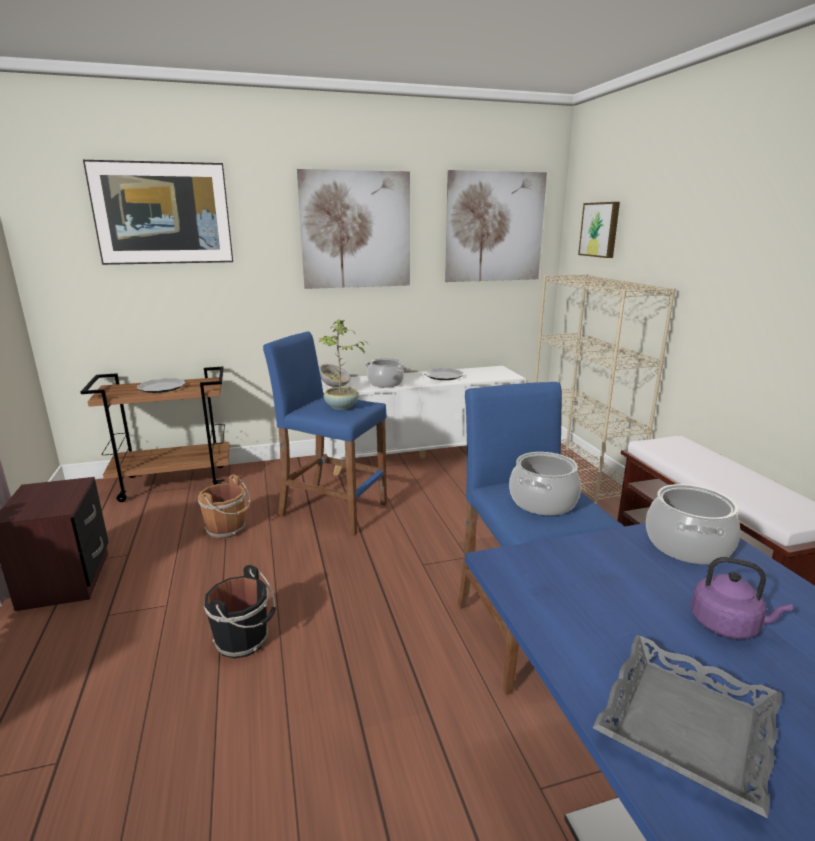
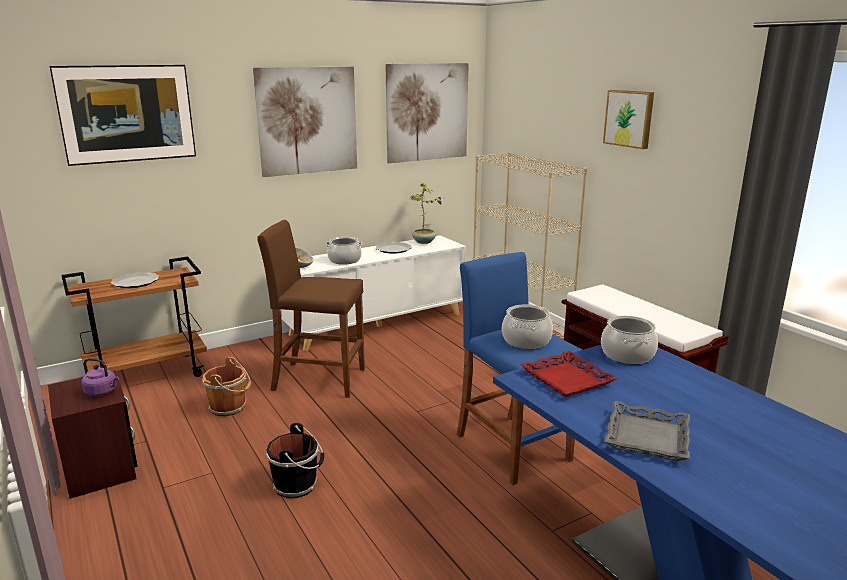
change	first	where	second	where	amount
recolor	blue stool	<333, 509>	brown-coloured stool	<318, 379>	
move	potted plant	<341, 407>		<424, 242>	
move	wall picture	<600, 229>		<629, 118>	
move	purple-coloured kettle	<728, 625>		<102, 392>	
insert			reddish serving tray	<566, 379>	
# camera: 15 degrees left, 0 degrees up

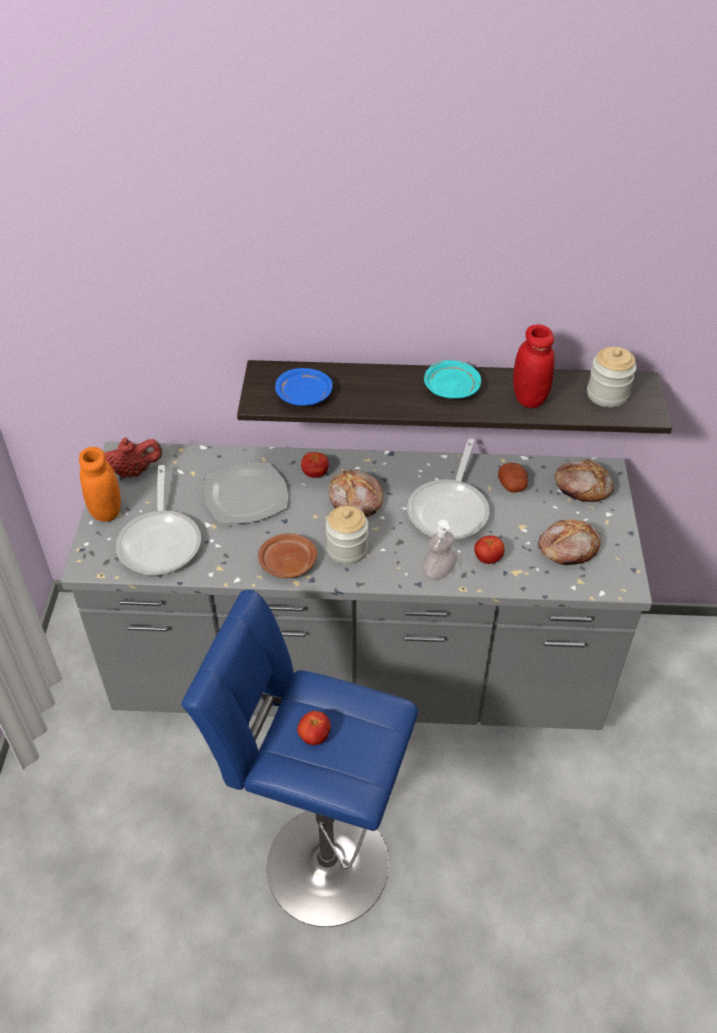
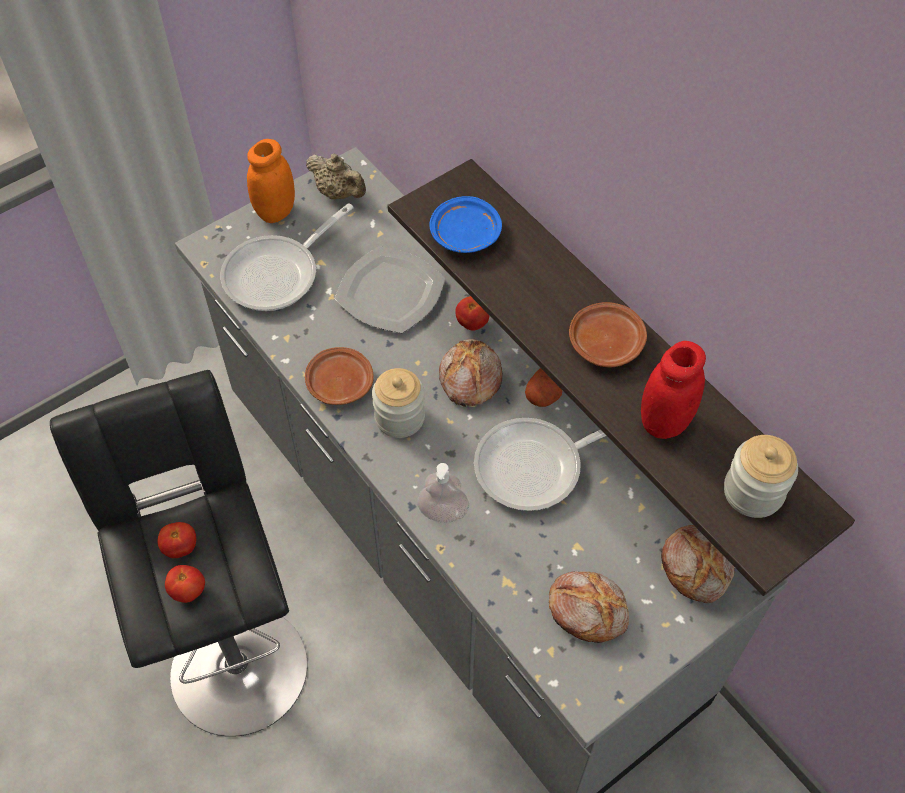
change	first	where	second	where	amount
recolor	reddish tea pot	<133, 472>	beige tea pot	<338, 193>	
recolor	blue stool	<318, 862>	blackish stool	<235, 660>	
recolor	turquoise-coloured dinner plate	<451, 388>	brown-coloured dinner plate	<606, 342>	
move	whole tomato	<488, 558>		<188, 591>	
move	whole potato	<512, 486>		<543, 396>	
# camera: 50 degrees right, 10 degrees up

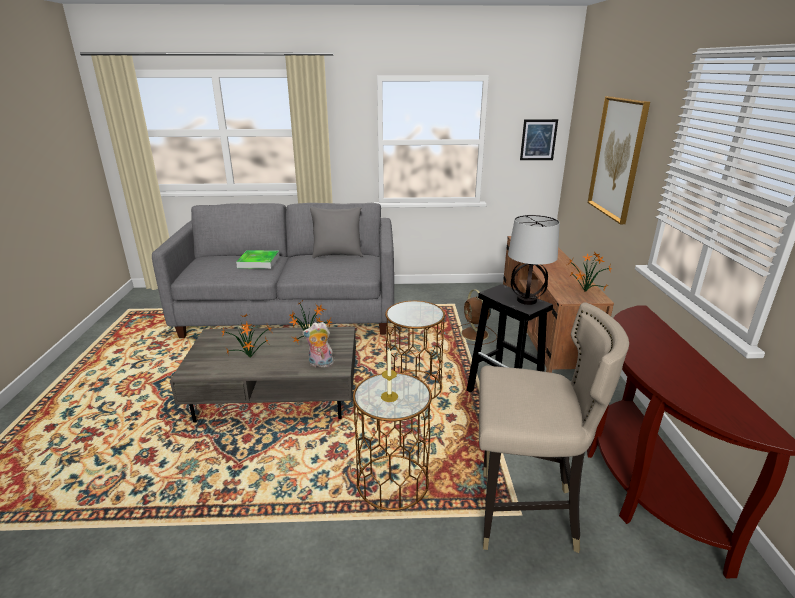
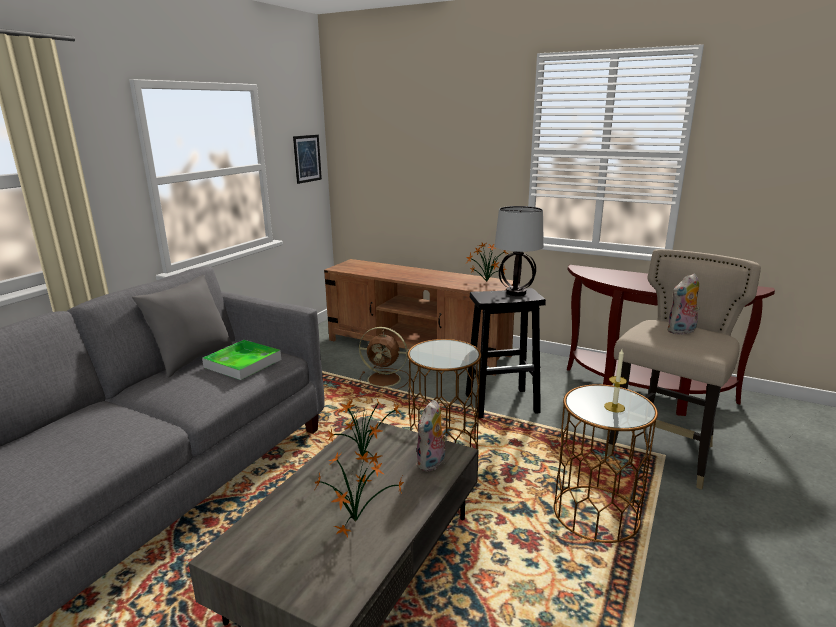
change	first	where	second	where	amount
move	serving tray	<259, 262>		<243, 363>	
delete	wall picture	<617, 158>			
insert			cuddly toy	<681, 331>	
# camera: 60 degrees left, 5 degrees down

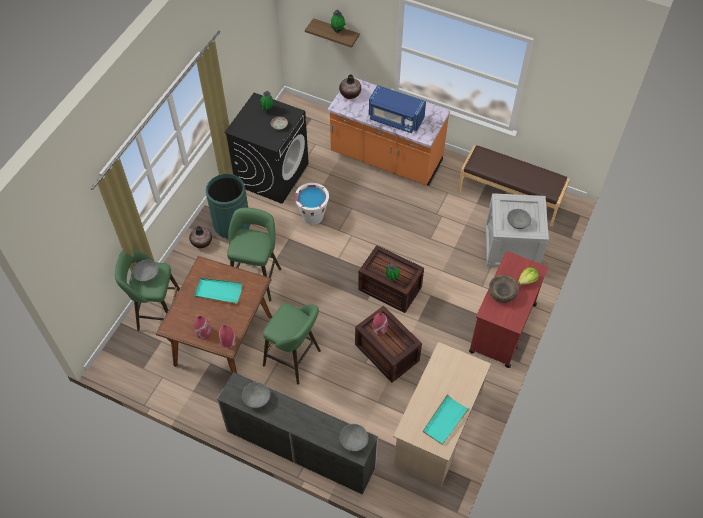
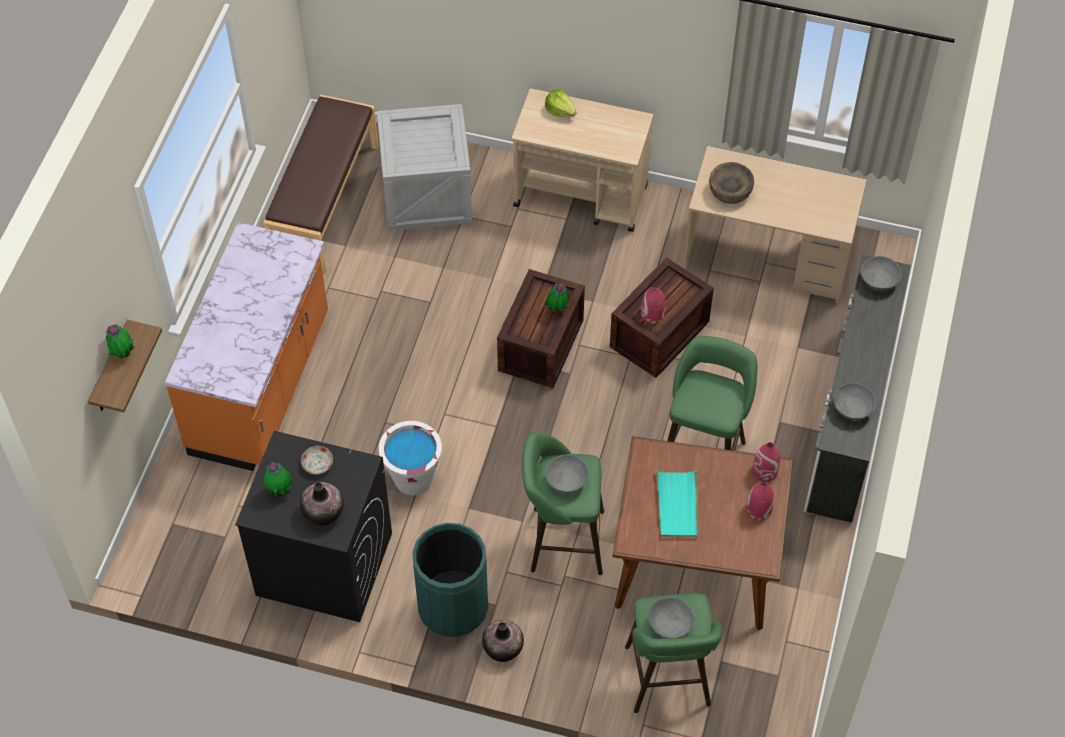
change	first	where	second	where	amount
move	flower vase	<350, 94>		<323, 512>	
delete	blue kitchen microwave	<395, 119>			
delete	turquoise-coloured serving tray	<445, 420>			
recolor	reddish trolley	<502, 328>	beige trolley	<582, 196>	
move	brown-coloured bowl	<502, 293>		<730, 191>	
move	grey bowl	<517, 223>		<567, 481>	
# camera: 100 degrees left, 0 degrees up

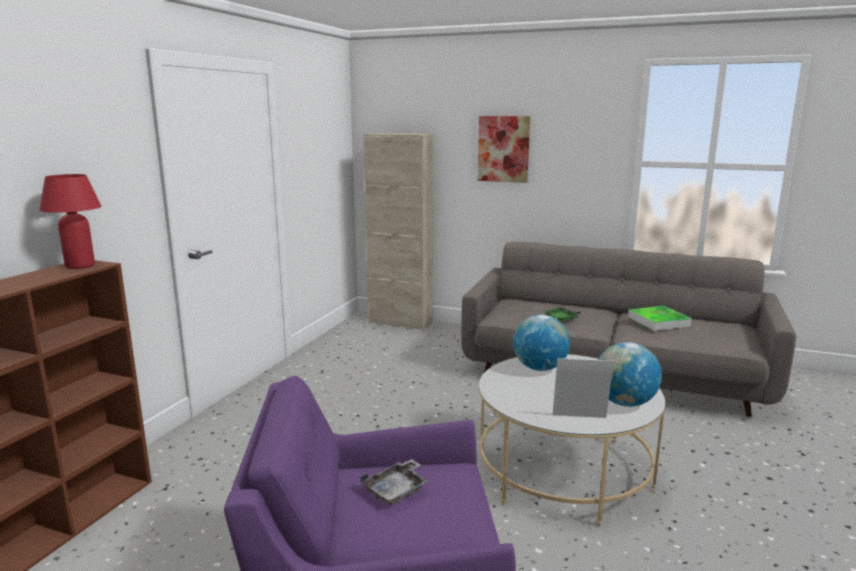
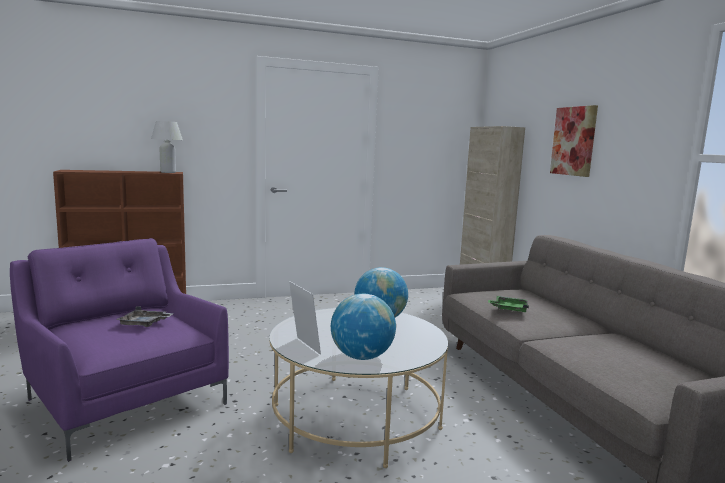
change	first	where	second	where	amount
recolor	reddish tabletop lamp	<80, 266>	whitish tabletop lamp	<168, 172>	
delete	serving tray	<658, 321>			
# camera: 50 degrees right, 5 degrees down

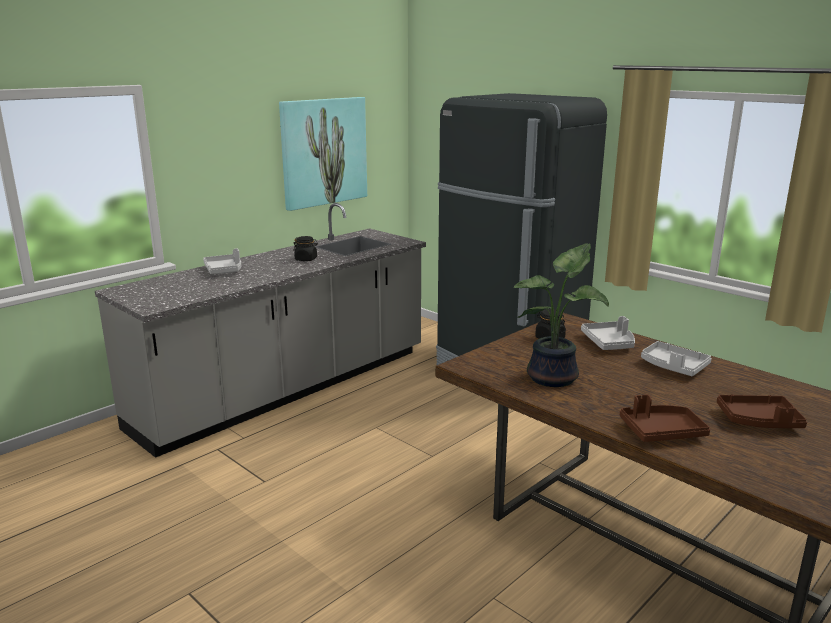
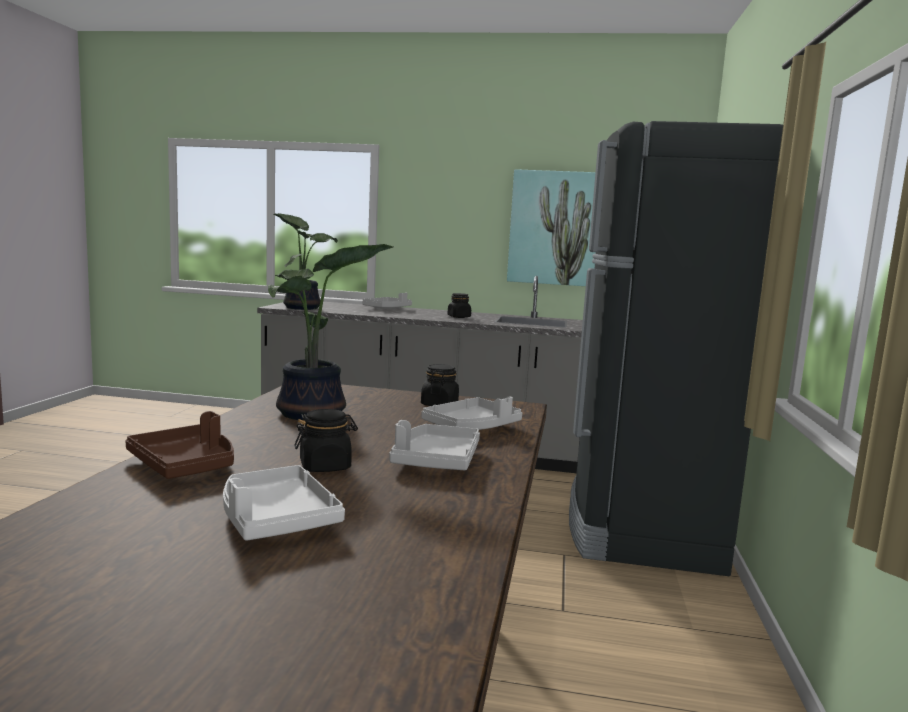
change	first	where	second	where	amount
recolor	brown-coloured serving tray	<759, 421>	whitish serving tray	<275, 519>	
insert			potted plant	<302, 307>	
insert			blackish storage jar	<325, 466>	
# camera: 55 degrees right, 10 degrees down

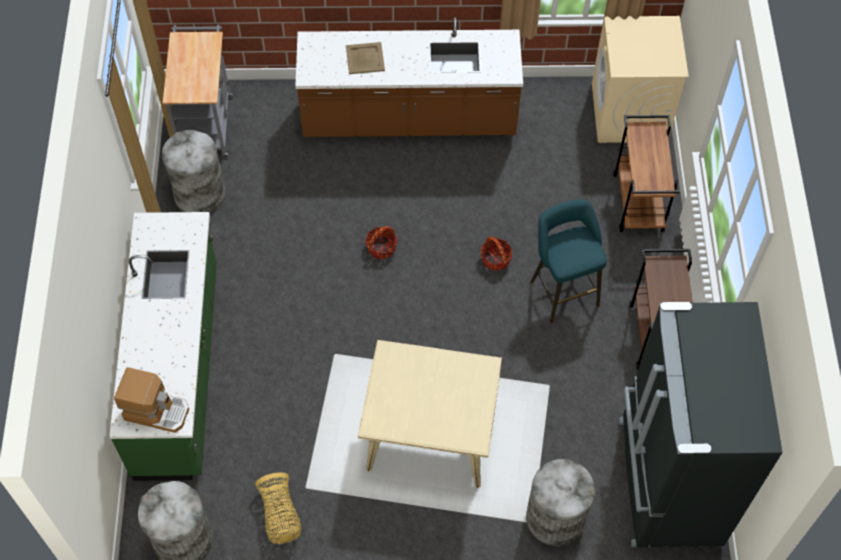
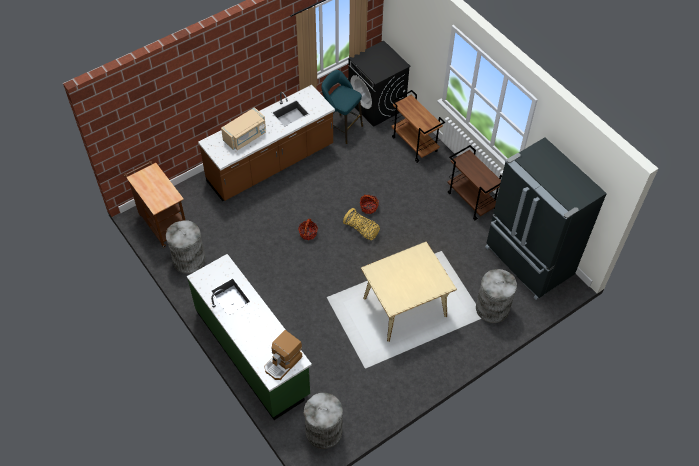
change	first	where	second	where	amount
rotate	coffee machine	<157, 410>		<283, 363>	150 degrees clockwise
recolor	grey trolley	<206, 121>	brown-coloured trolley	<162, 222>	
move	household basket	<280, 515>		<362, 230>	
replace	beige serving tray	<365, 58>	beige kitchen microwave	<245, 136>	
move	turquoise-coloured stool	<563, 290>		<341, 128>	
recolor	beige laundry machine	<629, 113>	blackish laundry machine	<377, 105>	
# camera: 35 degrees left, 5 degrees down

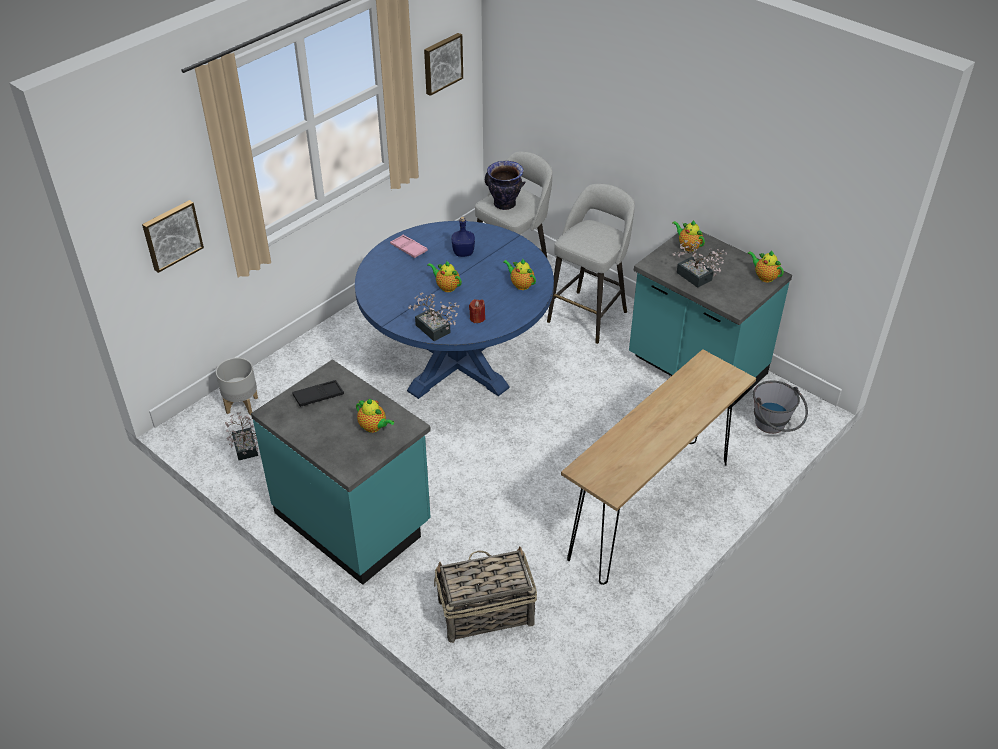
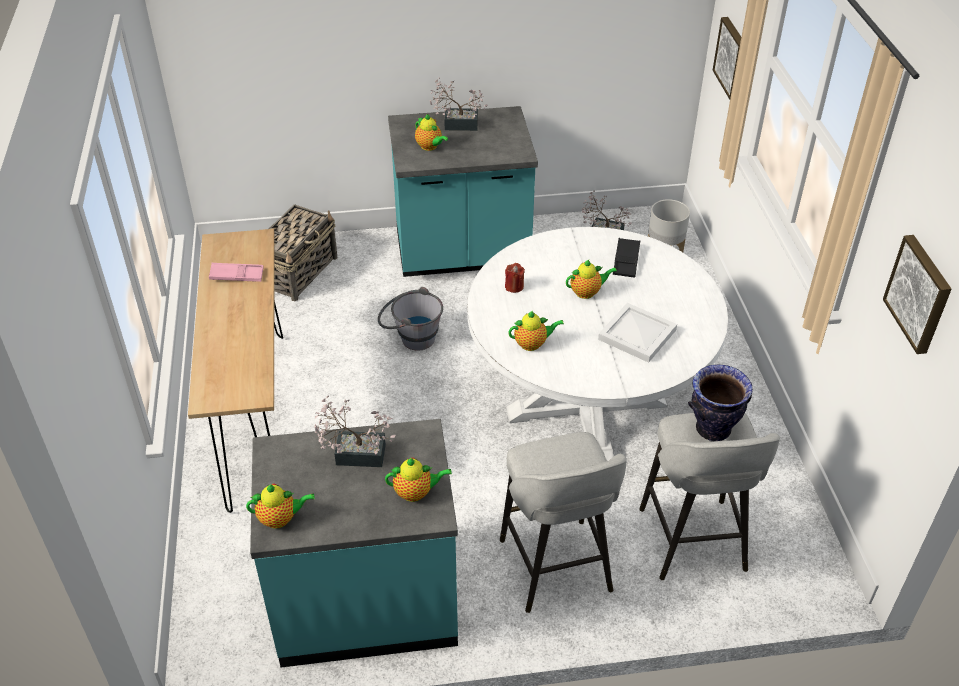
change	first	where	second	where	amount
move	blackish serving tray	<318, 396>		<626, 261>	
recolor	blue dining table	<457, 362>	whitish dining table	<586, 407>	
rotate	tea pot	<374, 427>		<430, 147>	120 degrees counterclockwise
move	pinkish serving tray	<408, 249>		<237, 275>	
move	potted plant	<435, 331>		<456, 124>	
replace	blue drink bottle	<463, 253>	whitish serving tray	<637, 334>	
move	grey pail	<774, 427>		<411, 338>	
# camera: 130 degrees right, 0 degrees up

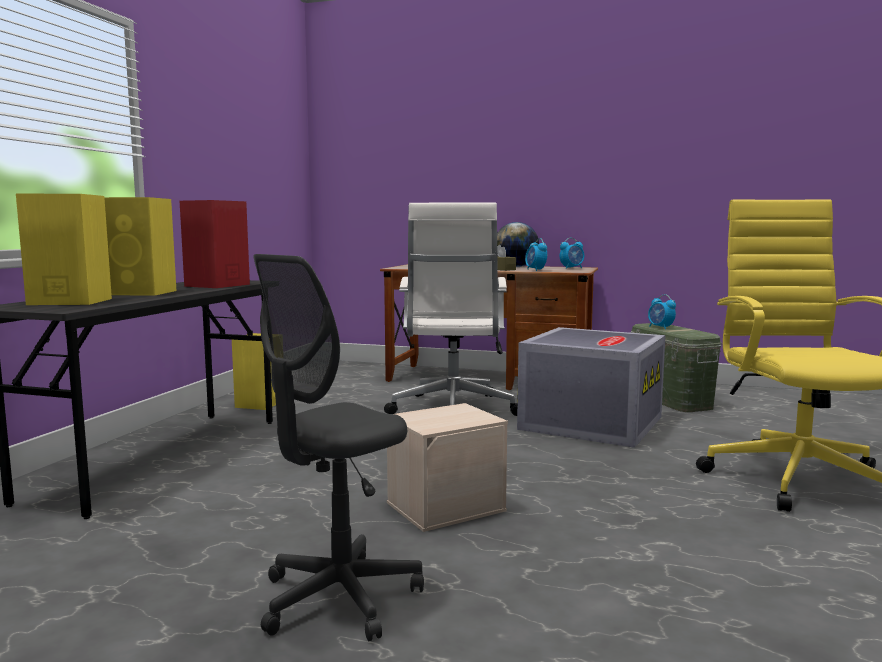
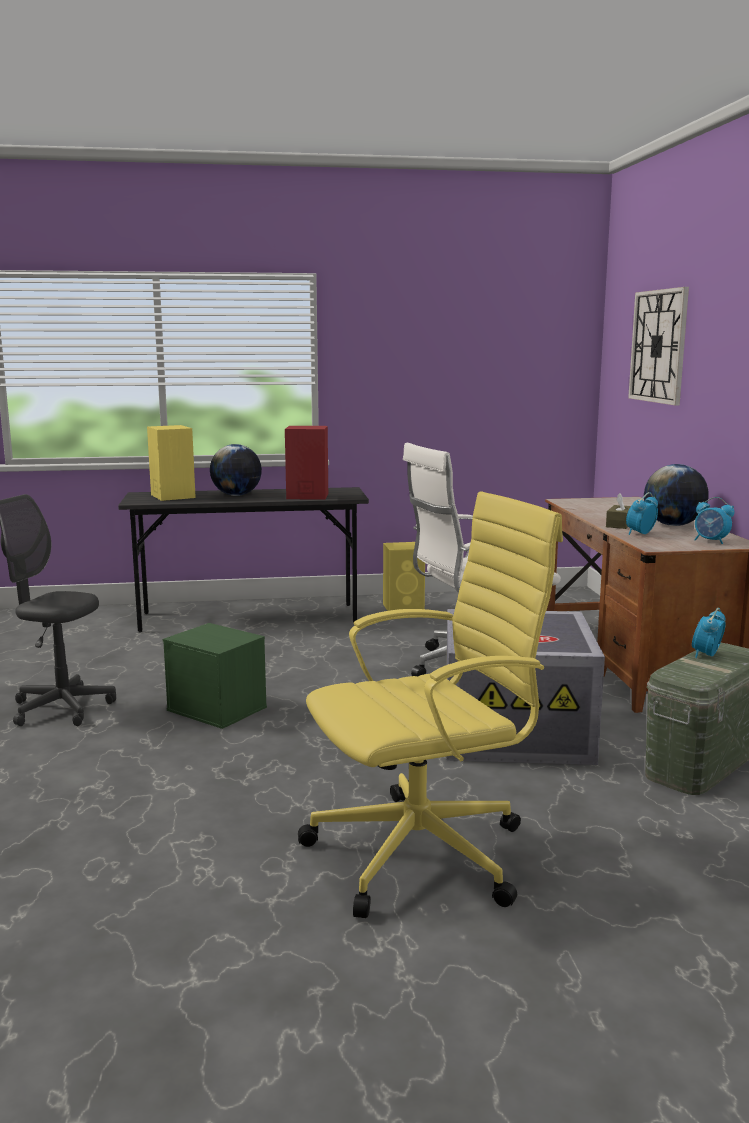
change	first	where	second	where	amount
replace	yellowish loudspeaker	<142, 293>	globe	<236, 495>	
recolor	beige storage bin	<446, 506>	green-coloured storage bin	<218, 708>	
insert			hanging clock	<658, 346>	
# camera: 65 degrees right, 5 degrees up

